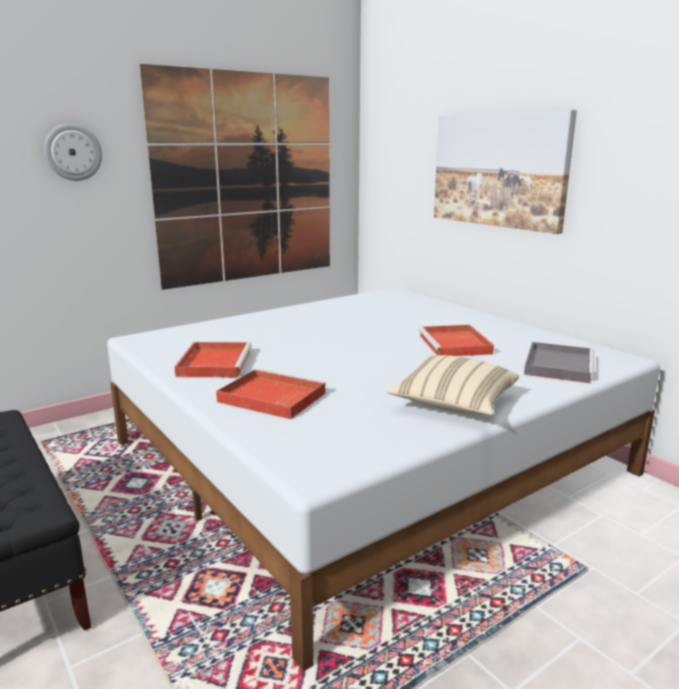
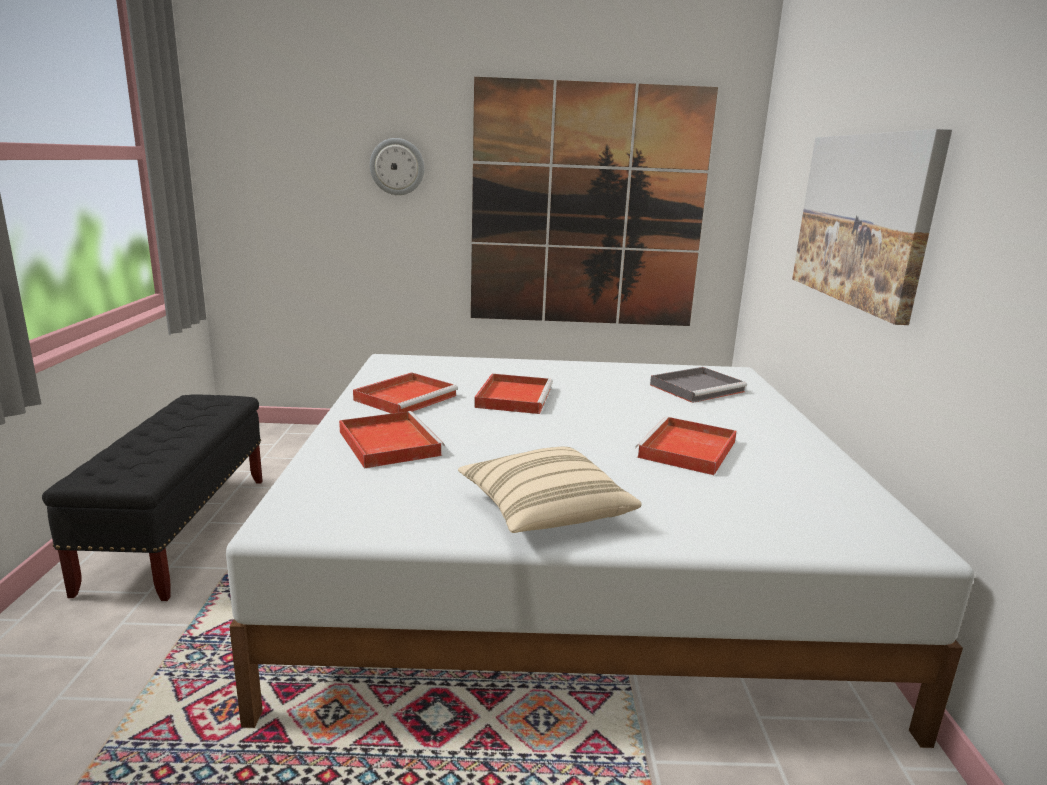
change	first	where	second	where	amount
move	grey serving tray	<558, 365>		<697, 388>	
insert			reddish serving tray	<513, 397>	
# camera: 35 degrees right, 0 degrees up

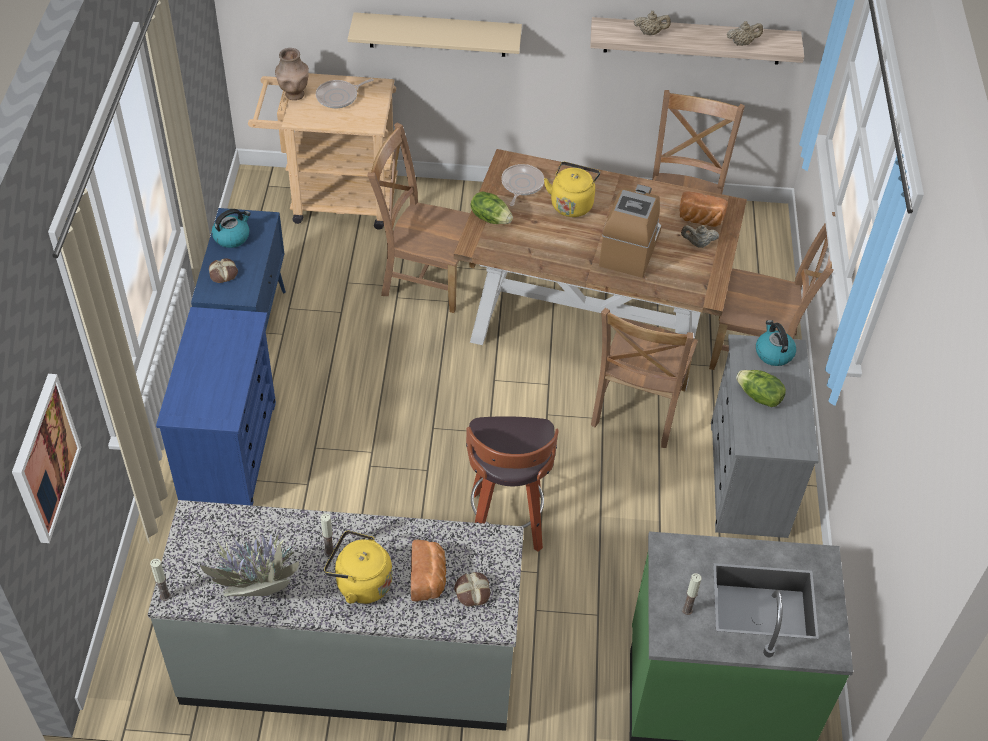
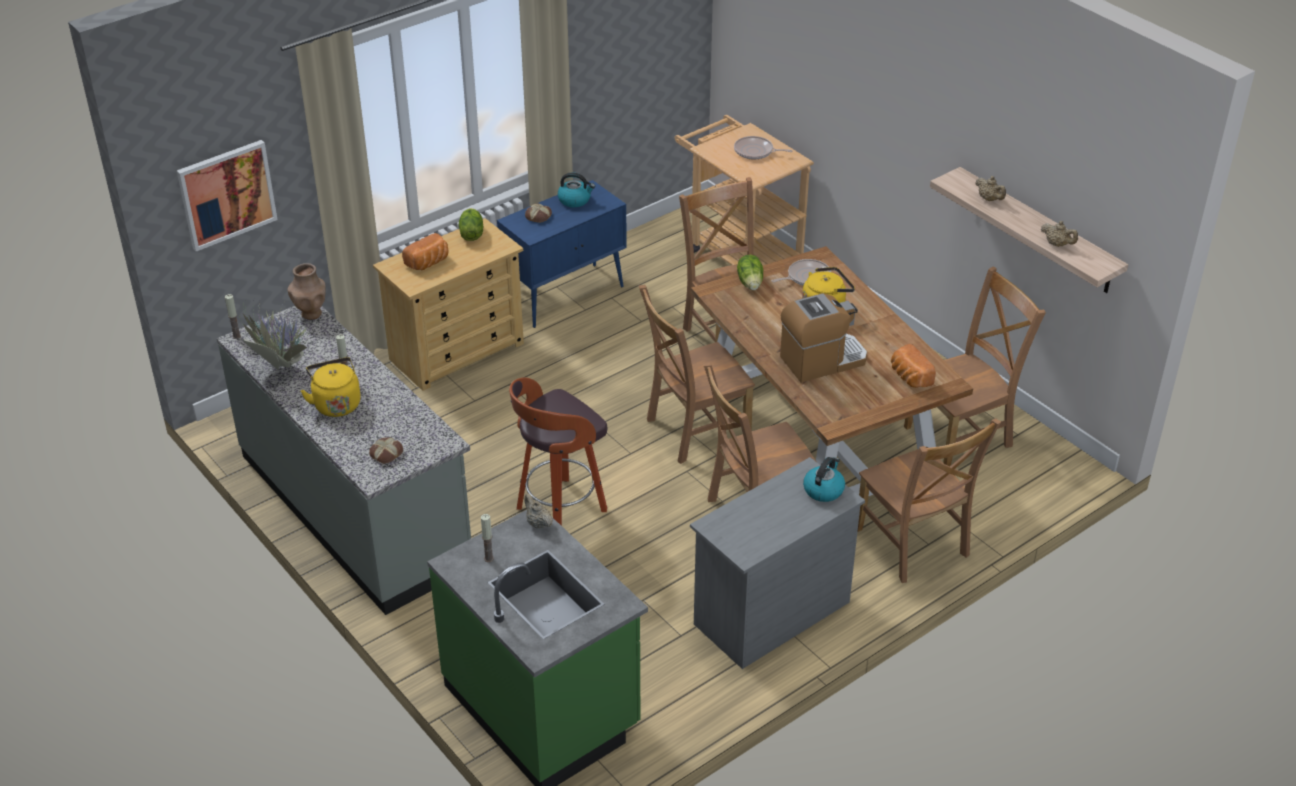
change	first	where	second	where	amount
recolor	blue chest of drawers	<229, 451>	beige chest of drawers	<457, 351>	
move	brown-coloured flower vase	<294, 94>		<311, 313>	
delete	beige bracket shelf	<437, 34>			
move	baked bread	<428, 578>		<428, 263>	
move	beige tea pot	<698, 244>		<538, 523>	
move	head of lettuce	<758, 397>		<471, 234>	
insert			brown-coloured upright chair	<694, 430>	
# camera: 50 degrees right, 10 degrees down

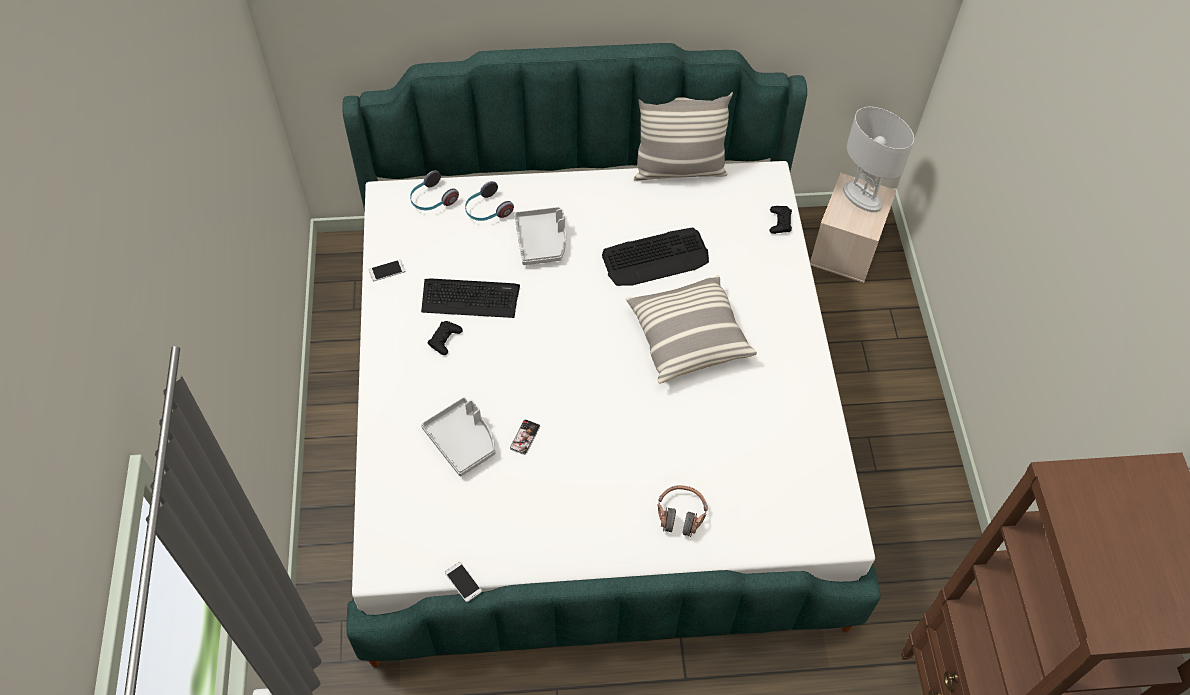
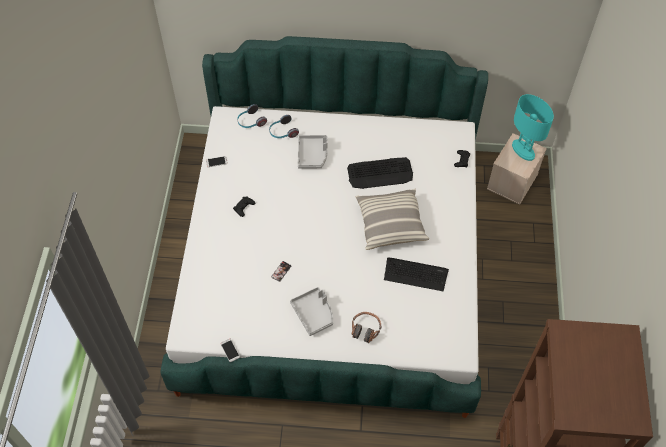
change	first	where	second	where	amount
move	PC keyboard	<470, 298>		<415, 274>	
move	grey serving tray	<462, 440>		<314, 313>	
delete	throw pillow	<679, 169>			
recolor	whitish tabletop lamp	<862, 197>	turquoise-coloured tabletop lamp	<523, 150>	
# camera: 10 degrees right, 0 degrees up

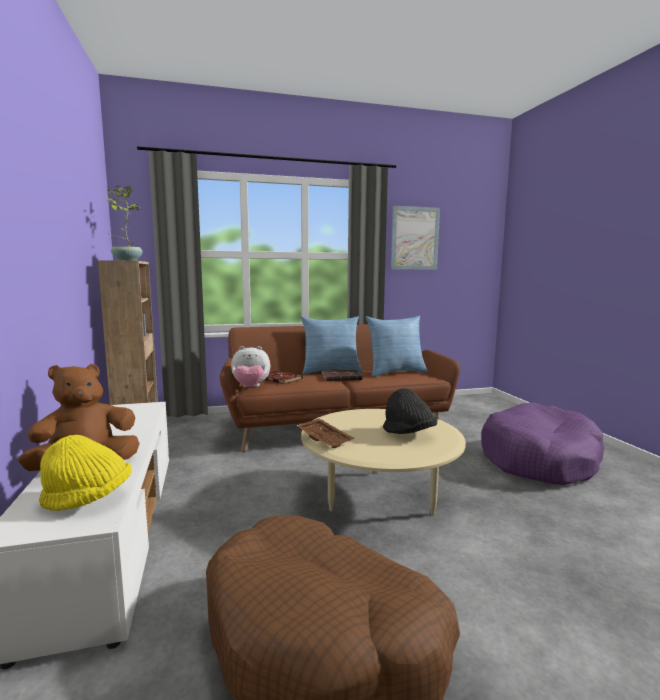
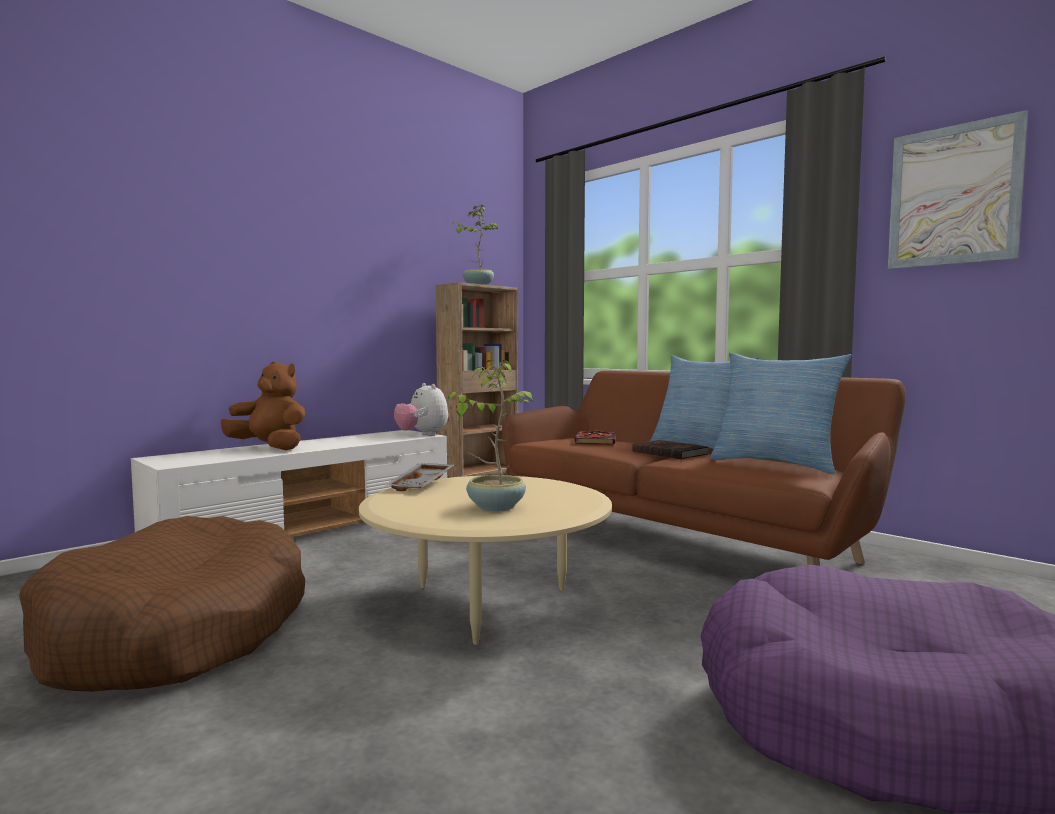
change	first	where	second	where	amount
delete	yellowish wearable hat	<88, 500>			
move	cuddly toy	<250, 387>		<422, 435>	
recolor	brown-coloured serving tray	<325, 439>	grey serving tray	<422, 485>	
replace	blackish wearable hat	<408, 434>	potted plant	<494, 507>	
# camera: 60 degrees right, 5 degrees down

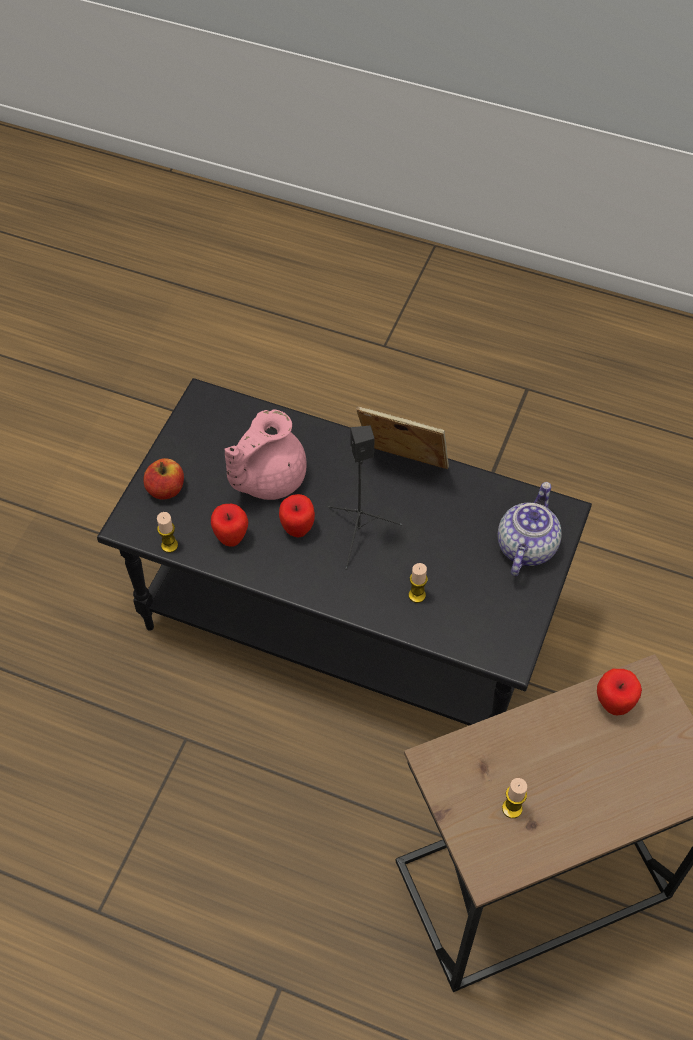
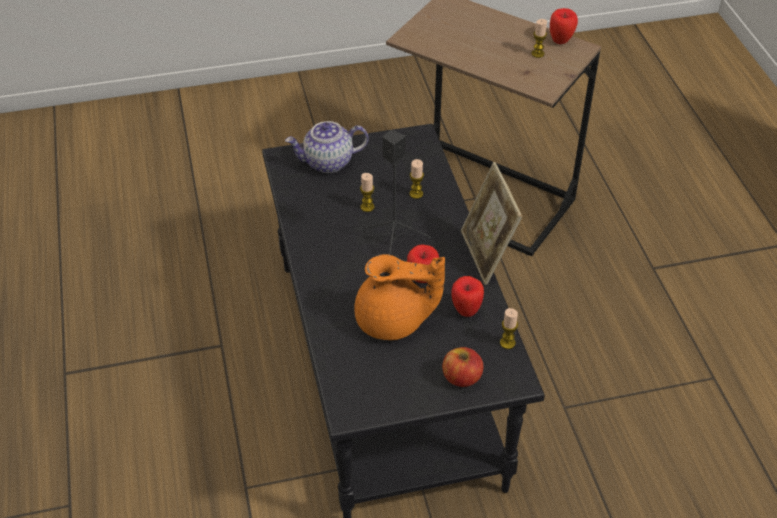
change	first	where	second	where	amount
recolor	pinkish tea pot	<266, 478>	orange tea pot	<394, 321>	
move	picture frame	<402, 468>		<487, 255>	
move	apple	<613, 705>		<561, 41>	
insert			wax light	<367, 207>	
# camera: 125 degrees left, 10 degrees down

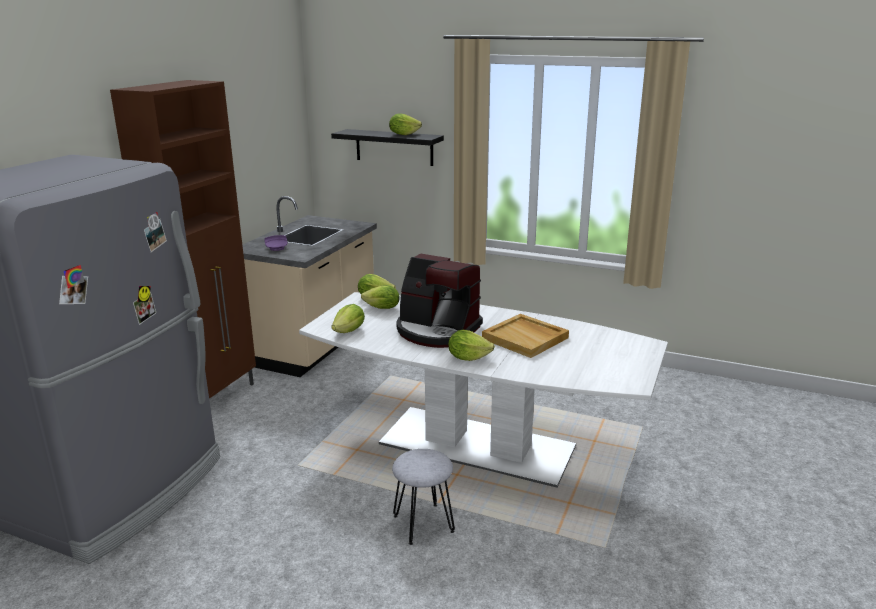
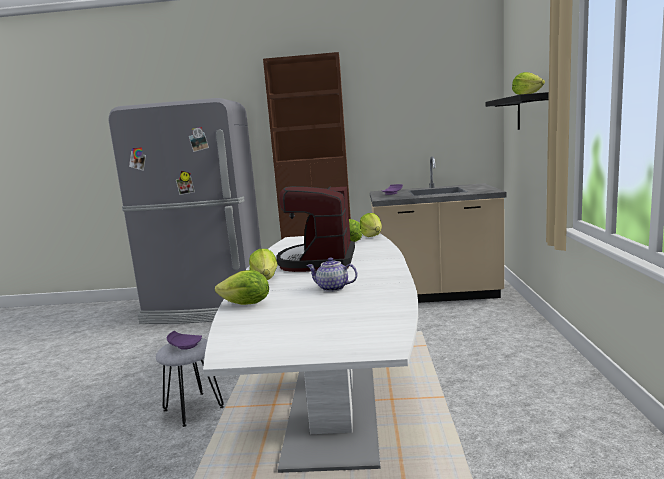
change	first	where	second	where	amount
move	head of lettuce	<349, 331>		<246, 304>	
replace	beige serving tray	<526, 338>	tea pot	<332, 288>	
insert			purple-coloured dinner plate	<185, 346>	
# camera: 70 degrees right, 10 degrees down

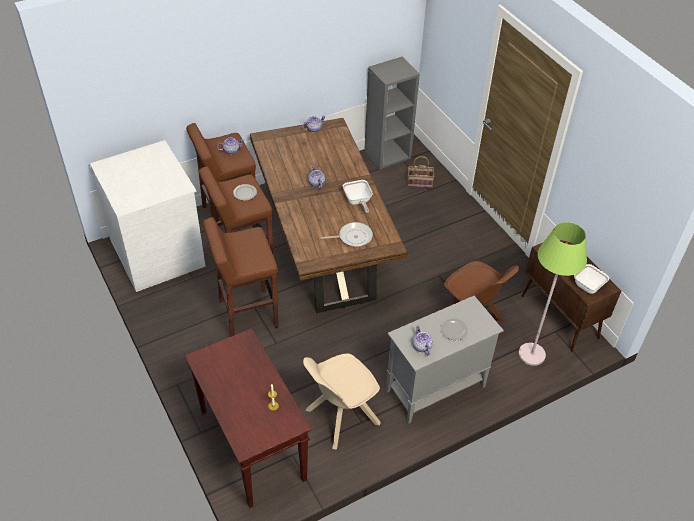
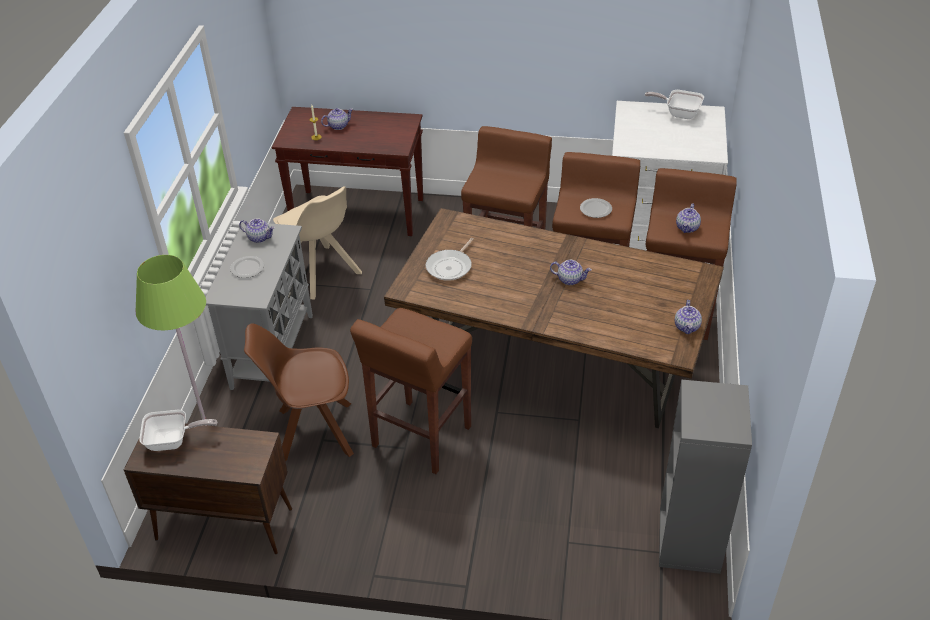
change	first	where	second	where	amount
rotate	beige upright chair	<340, 417>		<321, 273>	135 degrees clockwise
move	frying pan	<357, 202>		<679, 113>	
delete	household basket	<420, 182>			
insert			tea pot	<338, 126>	
insert			brown-coloured stool	<420, 438>	
# camera: 130 degrees right, 5 degrees down

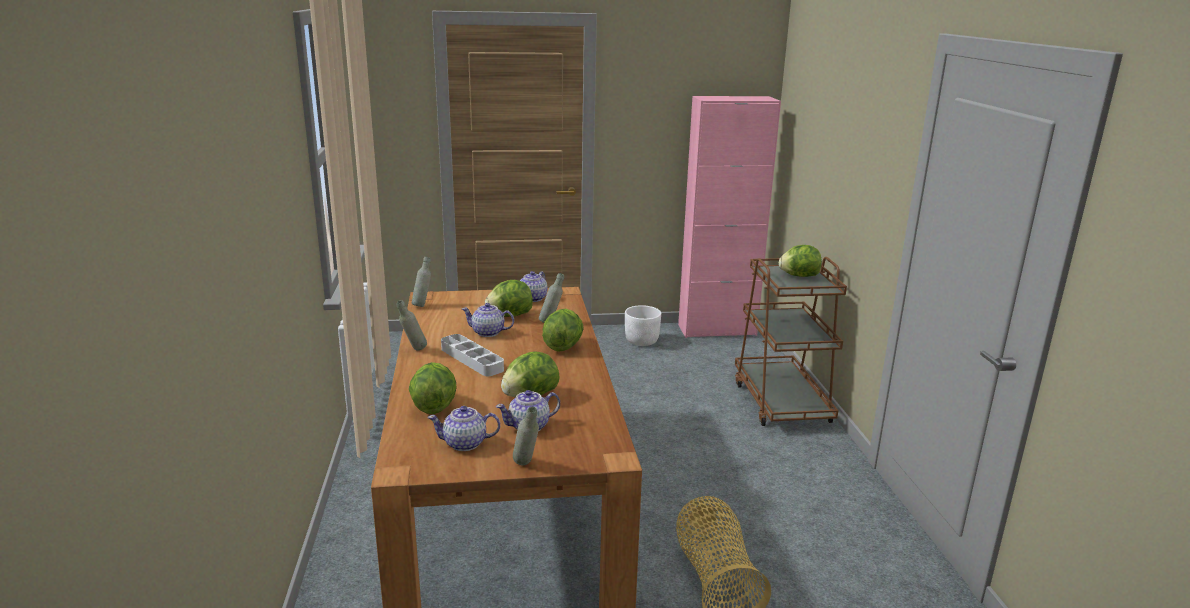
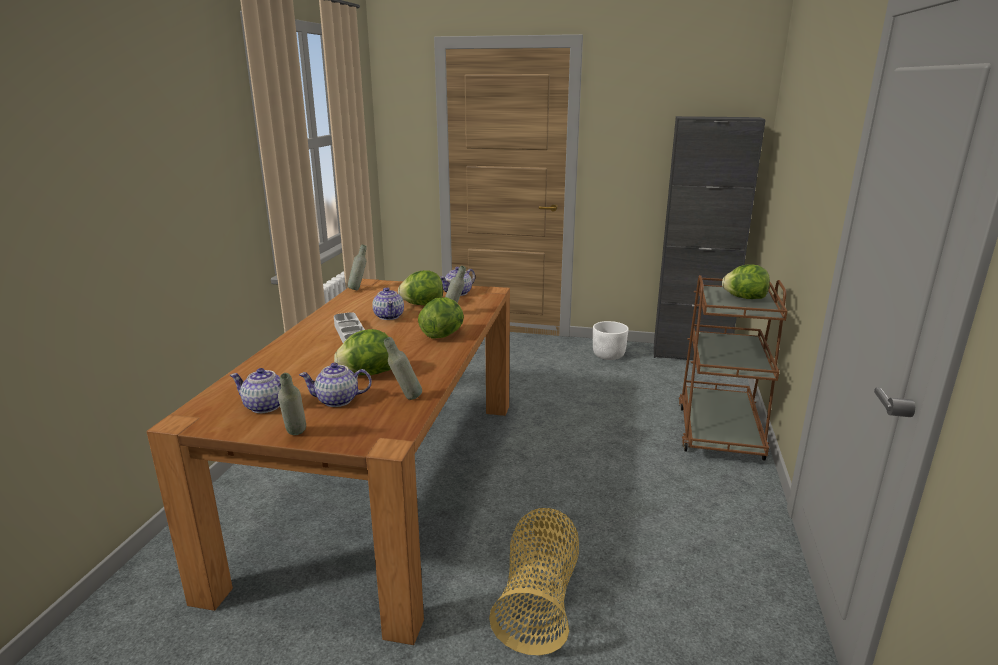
change	first	where	second	where	amount
move	grey drink bottle	<413, 350>		<405, 399>	
delete	head of lettuce	<433, 406>			
rotate	tea pot	<488, 333>		<389, 316>	135 degrees counterclockwise
recolor	pinkish cabinet	<717, 330>	blackish cabinet	<690, 354>	
# camera: 20 degrees right, 0 degrees up

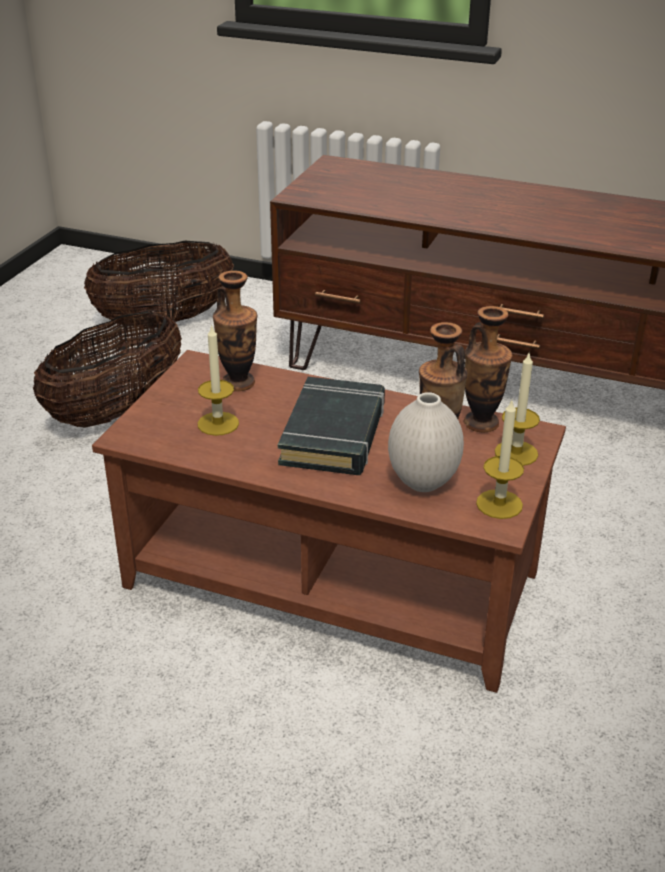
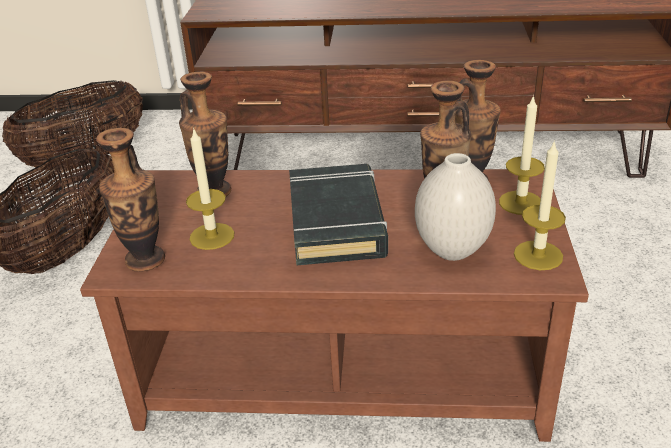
change	first	where	second	where	amount
insert			flower vase	<145, 260>	
# camera: 15 degrees left, 0 degrees up

